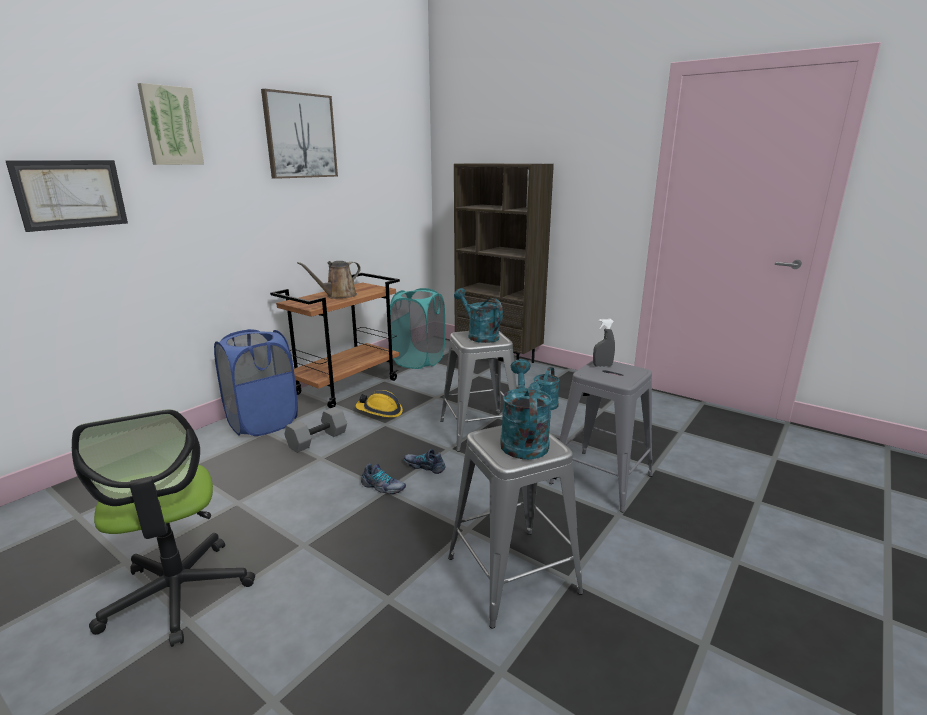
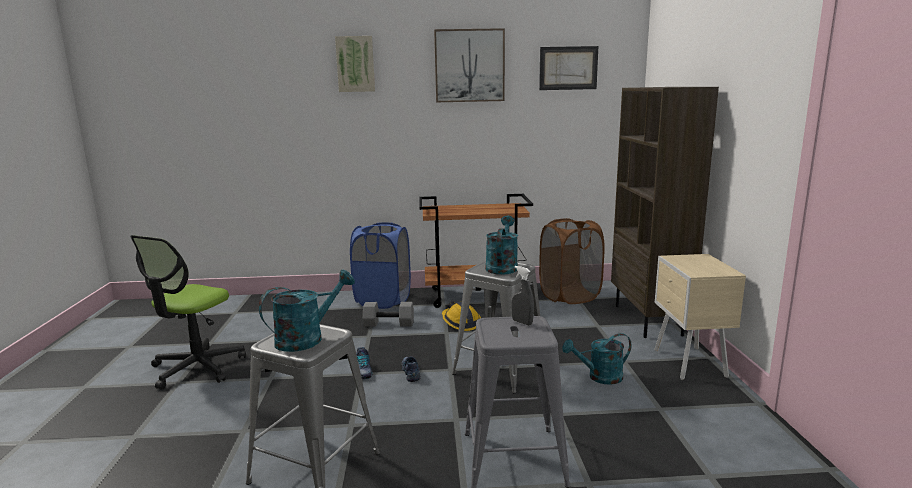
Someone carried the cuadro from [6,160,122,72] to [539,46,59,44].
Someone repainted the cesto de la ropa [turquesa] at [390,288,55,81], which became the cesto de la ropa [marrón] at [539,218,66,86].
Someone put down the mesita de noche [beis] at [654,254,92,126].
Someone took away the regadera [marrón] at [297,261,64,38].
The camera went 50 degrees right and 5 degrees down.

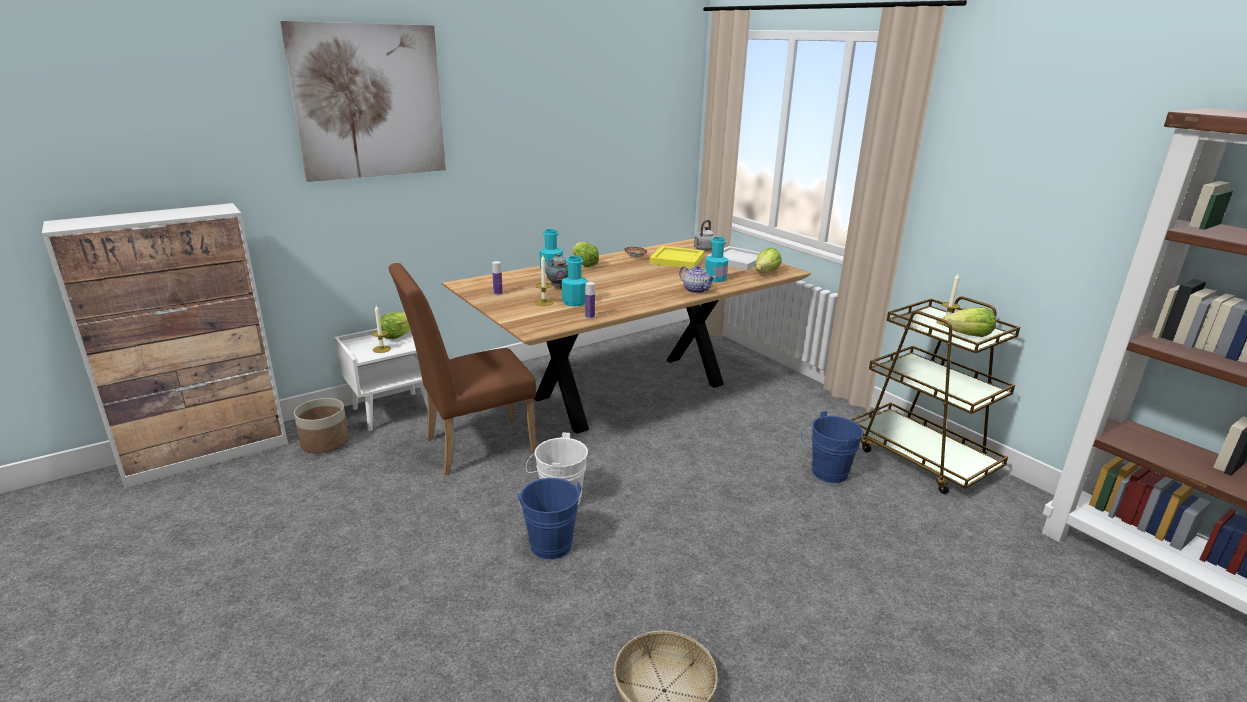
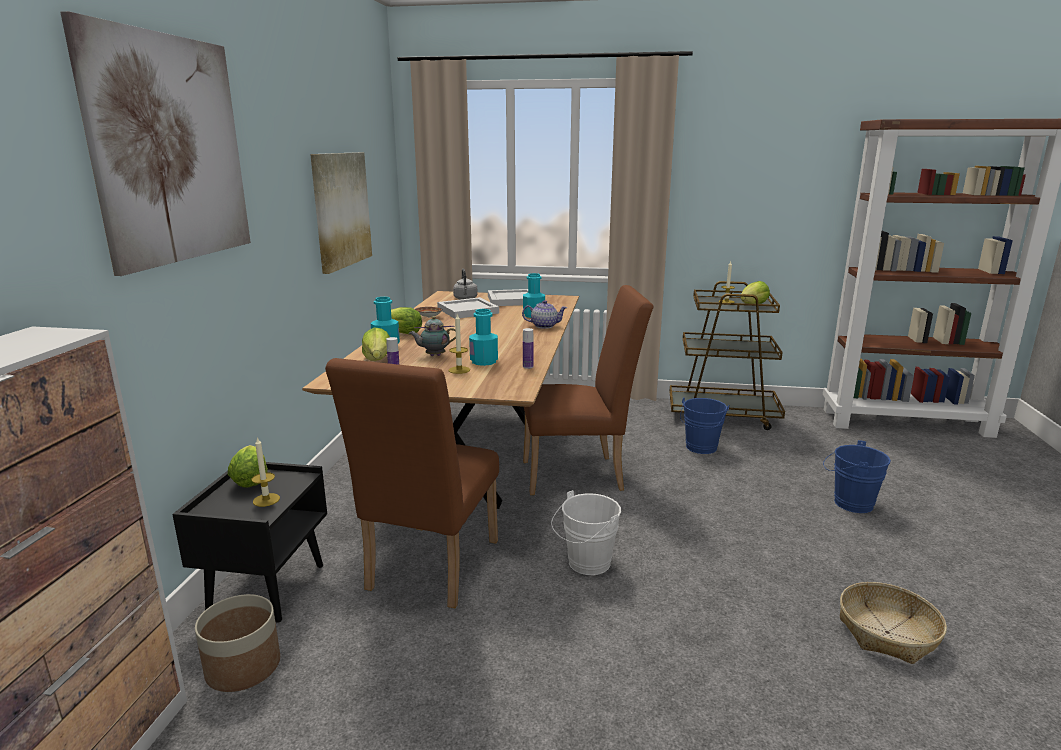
Someone repainted the mesita de noche [blanco] at [334,329,94,102], which became the mesita de noche [negro] at [172,462,155,161].
Someone put up the cuadro at [310,152,62,122].
Someone carried the lechuga from [755,248,27,25] to [362,328,28,33].
Someone repainted the bandeja [amarillo] at [650,246,54,22], which became the bandeja [blanco] at [437,297,62,22].
Someone put down the silla [marrón] at [523,285,130,210].
Someone carried the cubo [azul] from [518,478,63,82] to [823,440,68,73].
The camera went 45 degrees left and 5 degrees down.

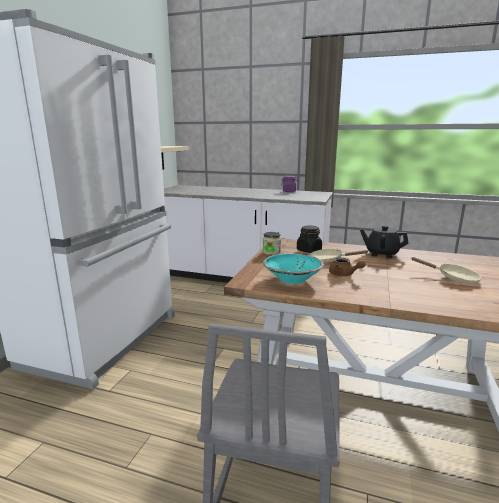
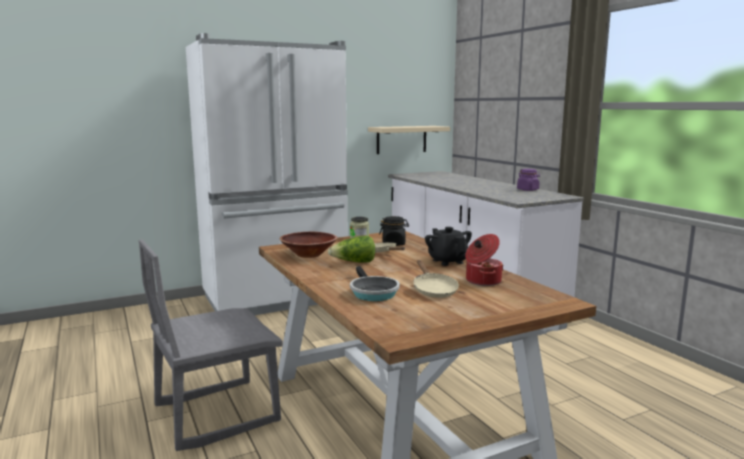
Someone repainted the cuenco [turquesa] at [263,254,61,30], which became the cuenco [marrón] at [279,232,59,26].
Someone swapped the tetera [marrón] at [329,258,37,18] for the lechuga at [328,236,47,26].
Someone put down the sartén at [350,266,50,35].
Someone put down the olla at [465,234,39,52].
The camera went 45 degrees right and 5 degrees down.

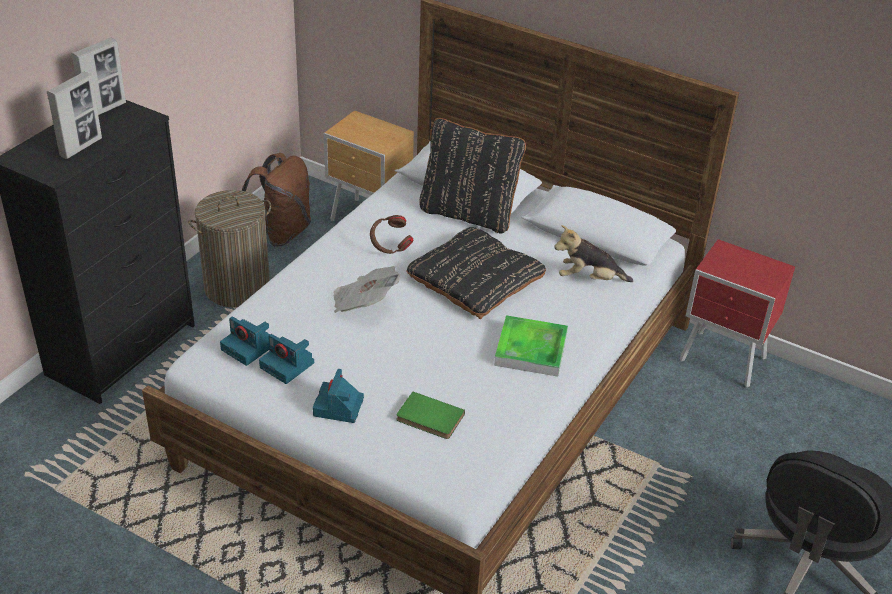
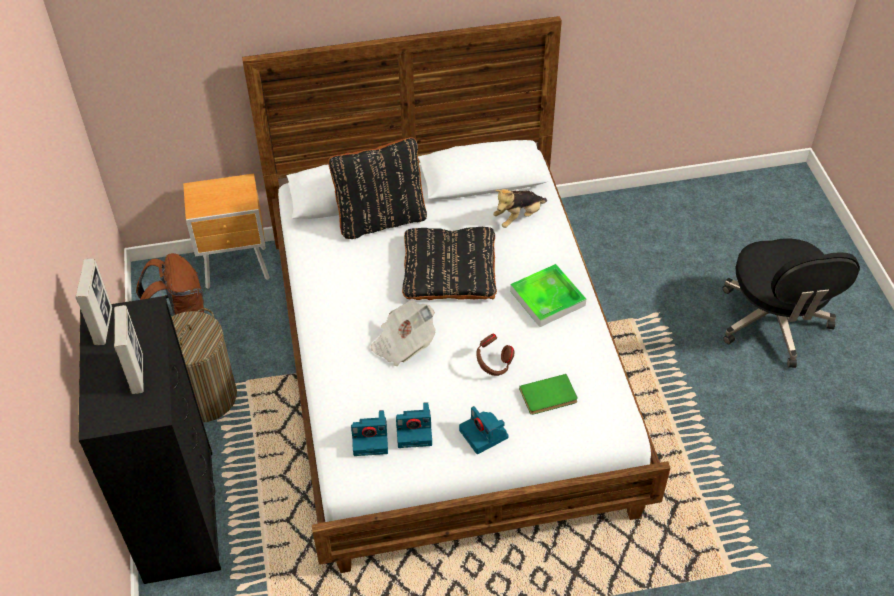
Someone carried the auriculares [marrón] from [370,215,43,39] to [477,333,37,43].
Someone took away the mesita de noche [rojo] at [680,239,115,149].
The camera went 40 degrees left and 10 degrees up.

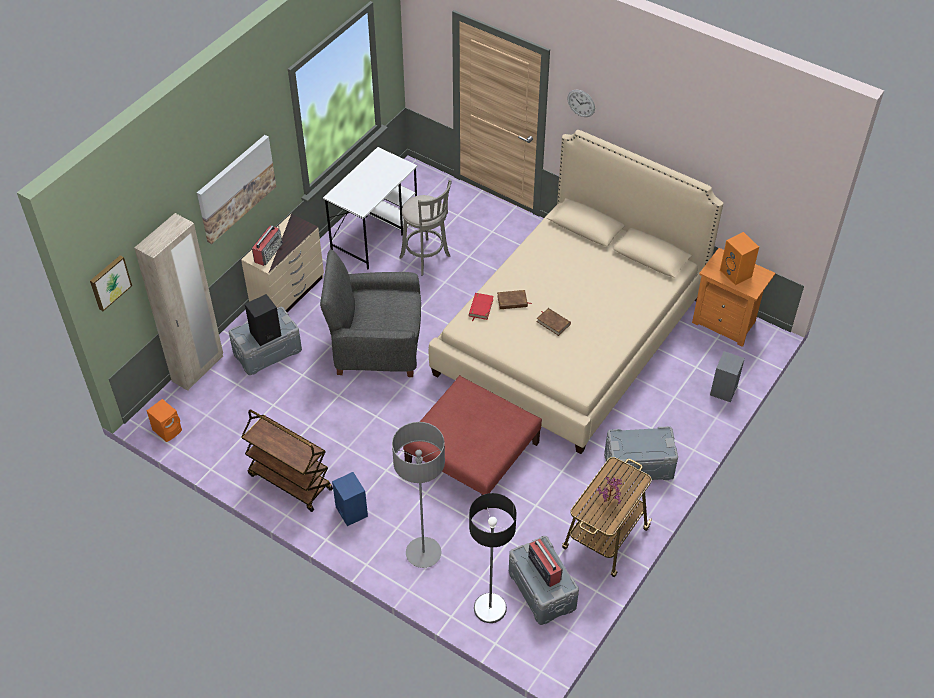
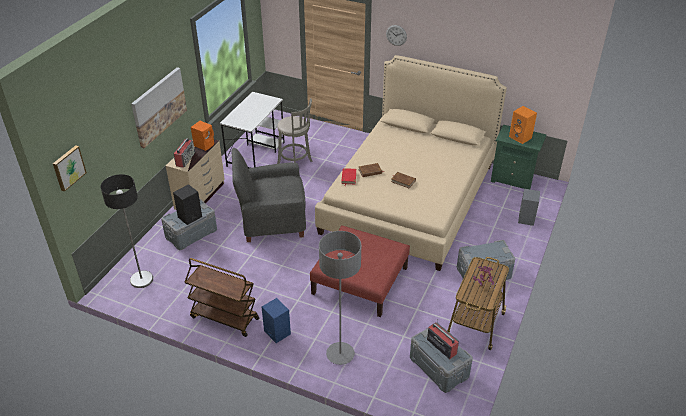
Someone carried the lámpara de pie from [469,493,48,130] to [100,174,53,114].
Someone carried the altavoz [naranja] from [147,399,35,43] to [191,121,23,30].
Someone repainted the mesita de noche [naranja] at [692,248,83,99], which became the mesita de noche [verde] at [491,125,56,64].
Someone took away the armario ropero [beis] at [134,213,89,178].
The camera went 10 degrees left and 10 degrees down.

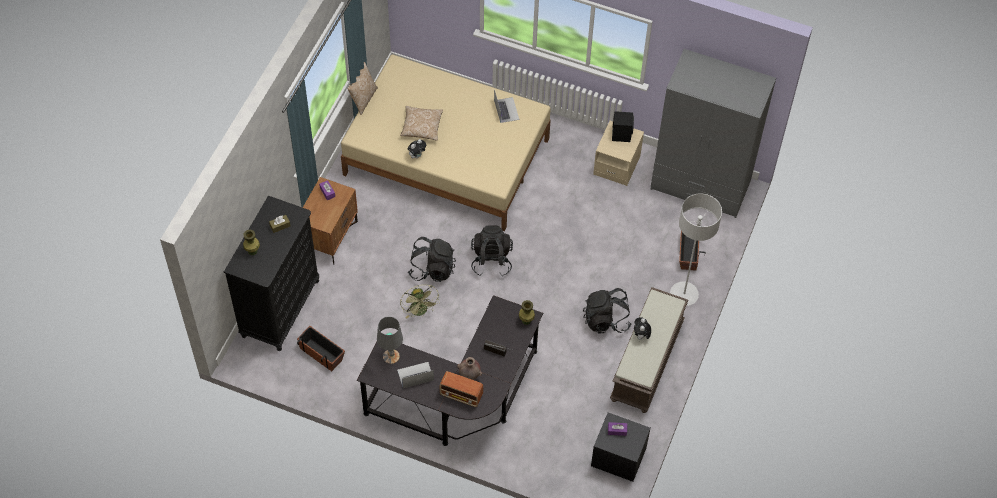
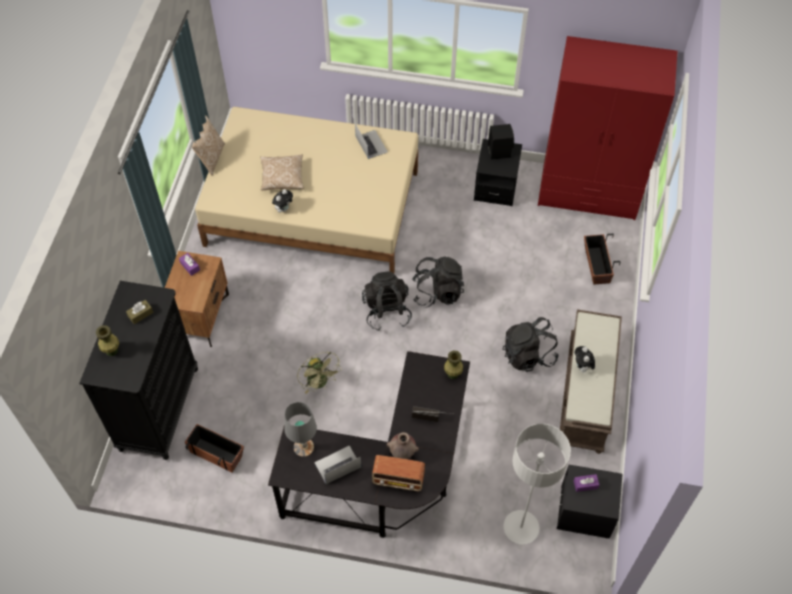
Someone carried the mochila [negro] from [408,237,48,45] to [412,257,52,51].
Someone repainted the mesita de noche [beis] at [593,121,51,65], which became the mesita de noche [negro] at [474,139,48,67].
Someone carried the lámpara de pie [gris] from [670,194,52,112] to [503,423,68,122].
Someone repainted the armario ropero [gris] at [651,49,125,169], which became the armario ropero [rojo] at [538,36,139,184].
The camera went 10 degrees left and 0 degrees up.

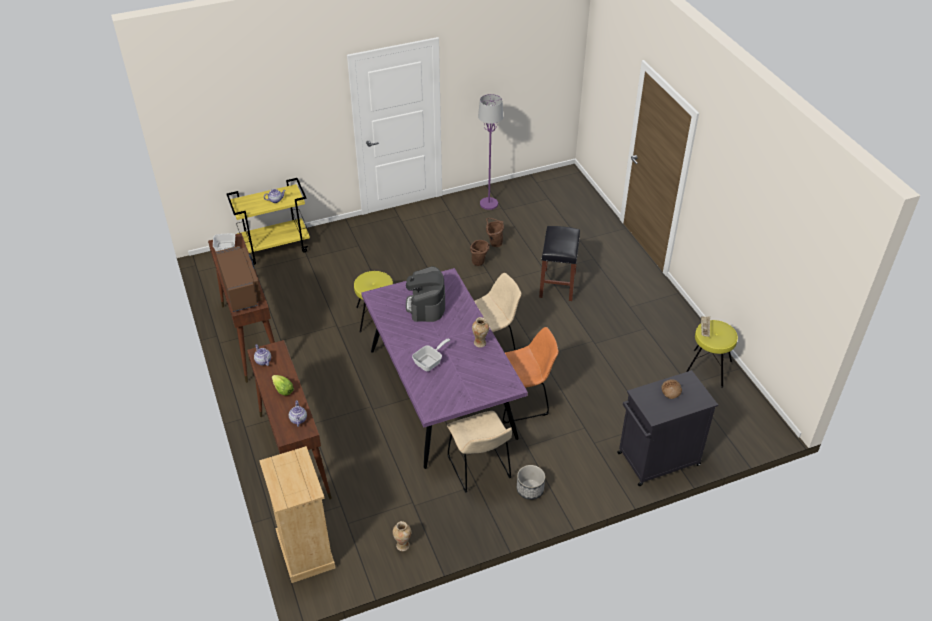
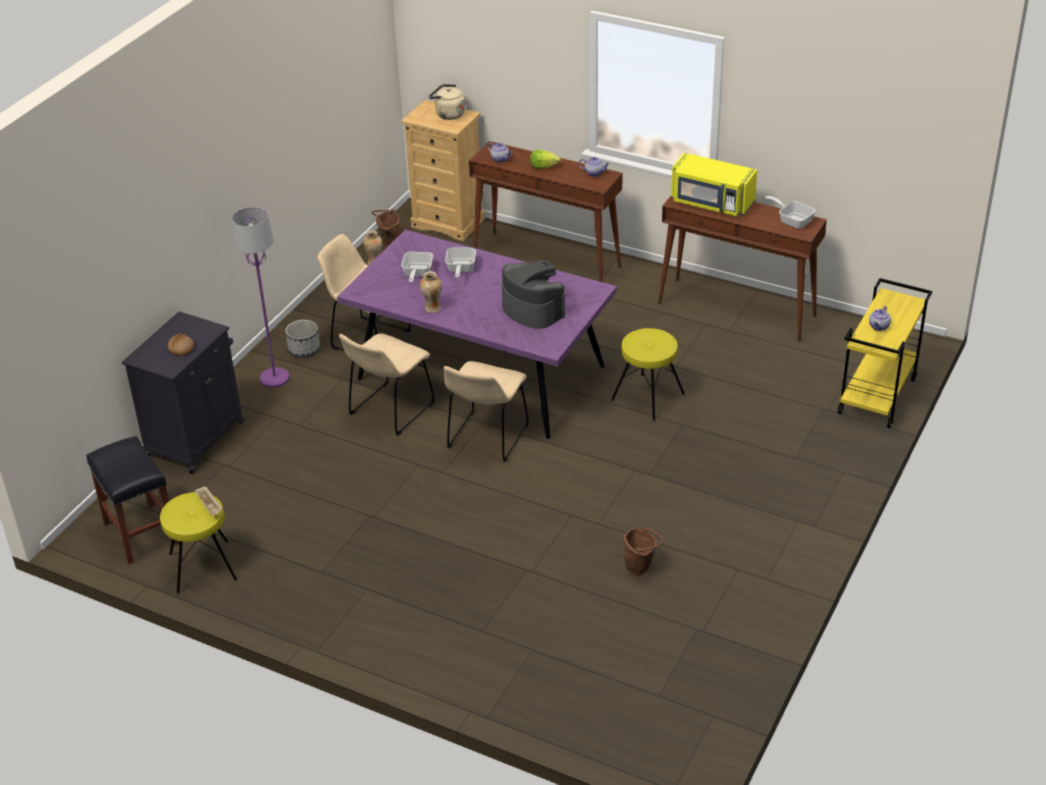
Someone carried the taburete [negro] from [539,226,41,75] to [86,436,93,128].
Someone carried the lámpara de pie [morado] from [478,94,25,116] to [232,207,58,181].
Someone repainted the silla [naranja] at [503,327,56,97], which became the silla [beis] at [339,333,96,102].
Someone carried the cubo [marrón] from [470,240,20,26] to [371,209,30,37].
Someone put down the sartén at [401,252,32,31].
Someone put down the hervidor [beis] at [429,84,36,36].
Someone repainted the microondas [marrón] at [216,246,46,66], which became the microondas [amarillo] at [671,153,86,63].
The camera went 140 degrees right and 5 degrees down.

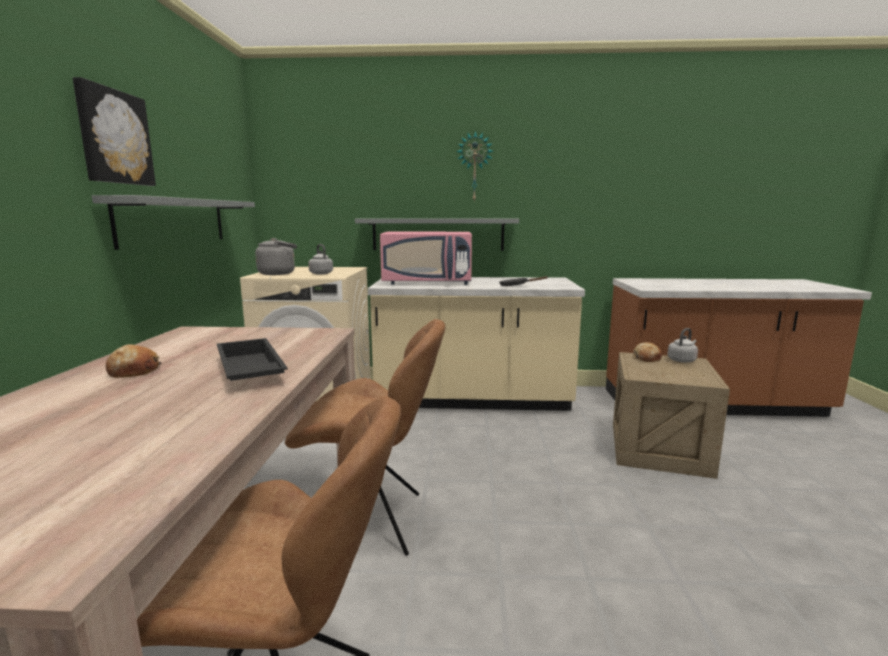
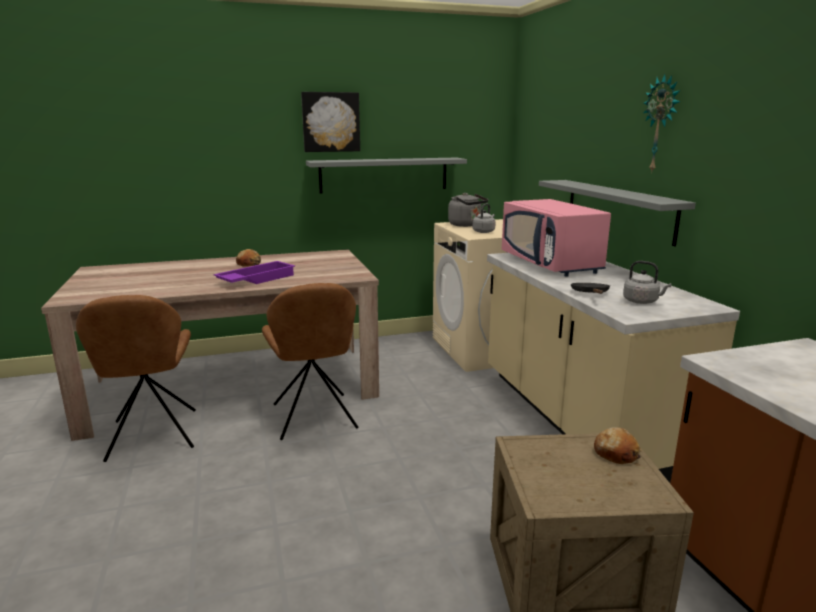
Someone repainted the bandeja [negro] at [217,338,71,43], which became the bandeja [morado] at [213,261,82,23].
Someone carried the hervidor [gris] from [667,328,31,35] to [623,261,48,43].
The camera went 70 degrees right and 5 degrees up.

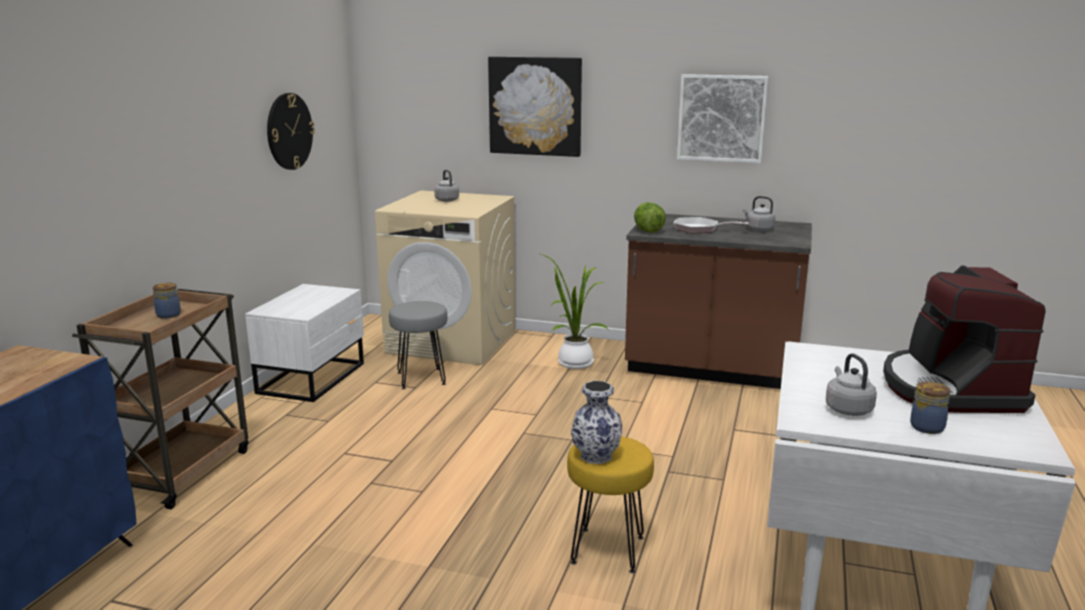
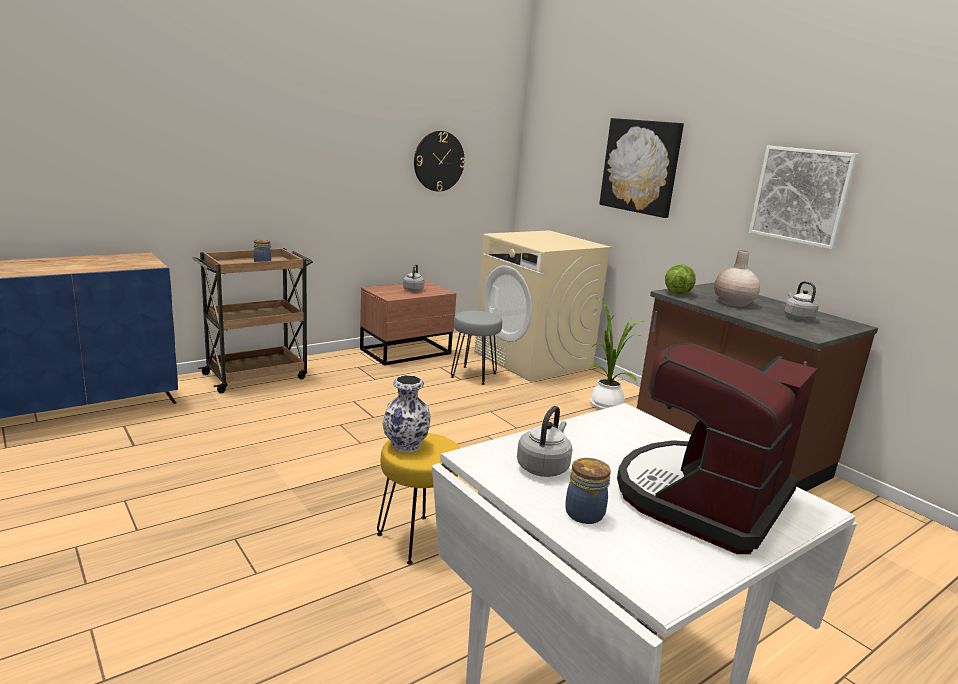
Someone repainted the mesita de noche [blanco] at [245,284,119,118], which became the mesita de noche [marrón] at [360,281,96,85].
Someone carried the hervidor [gris] from [434,170,25,32] to [403,264,21,27].
Someone swapped the sartén at [673,217,76,16] for the florero [beis] at [714,250,46,57].
The camera went 35 degrees right and 0 degrees up.

